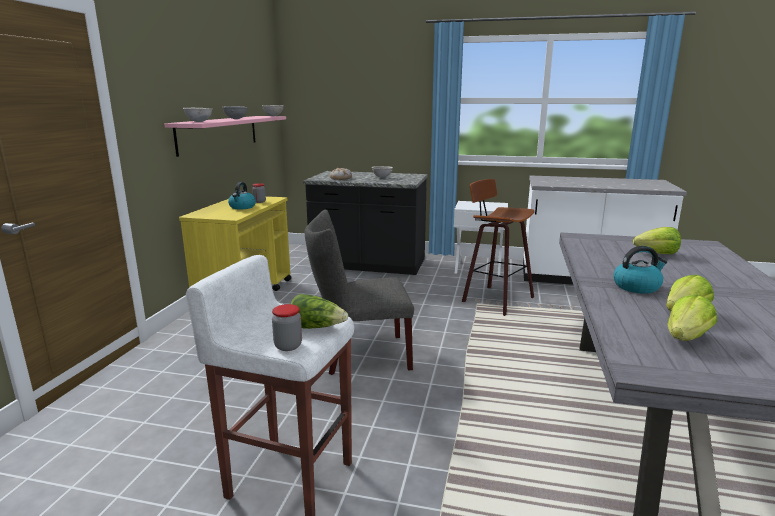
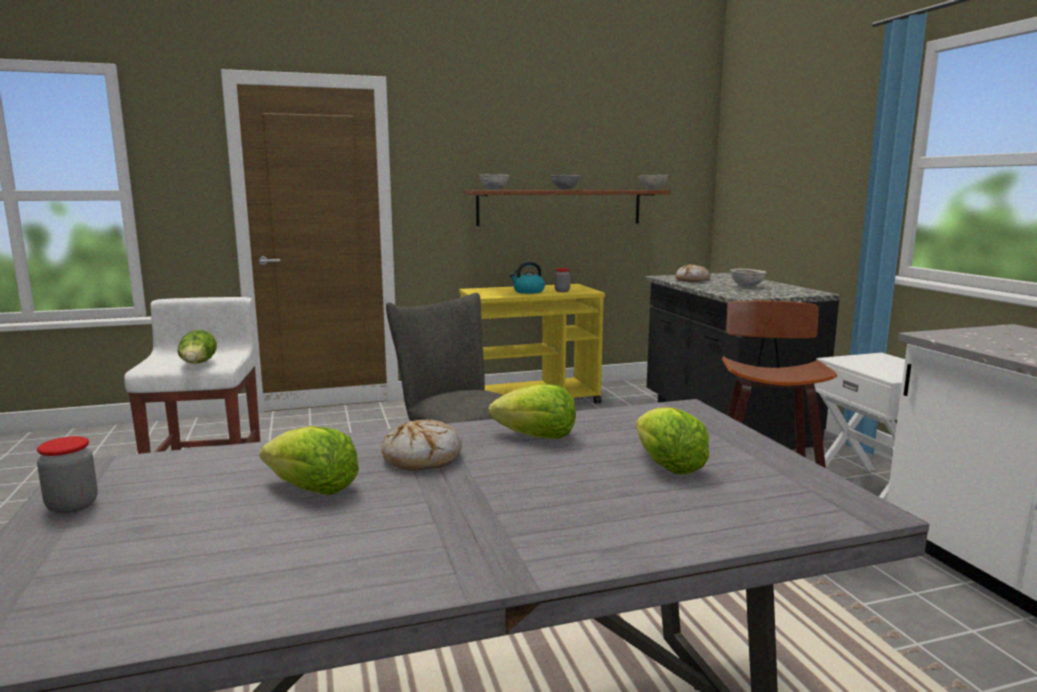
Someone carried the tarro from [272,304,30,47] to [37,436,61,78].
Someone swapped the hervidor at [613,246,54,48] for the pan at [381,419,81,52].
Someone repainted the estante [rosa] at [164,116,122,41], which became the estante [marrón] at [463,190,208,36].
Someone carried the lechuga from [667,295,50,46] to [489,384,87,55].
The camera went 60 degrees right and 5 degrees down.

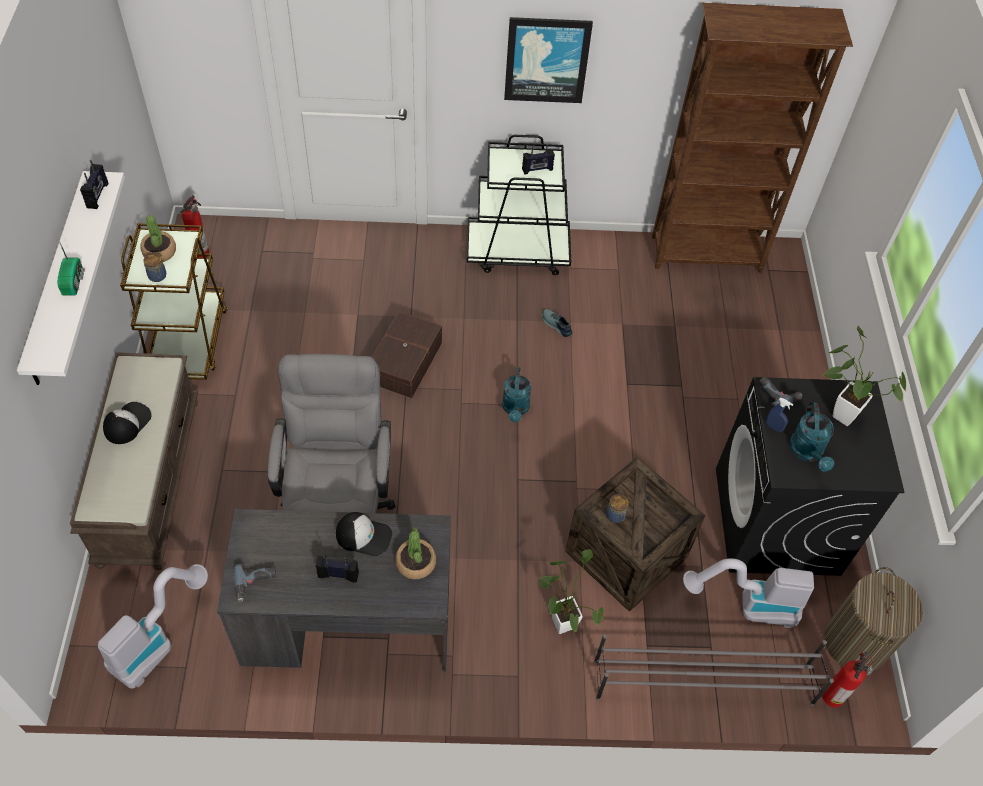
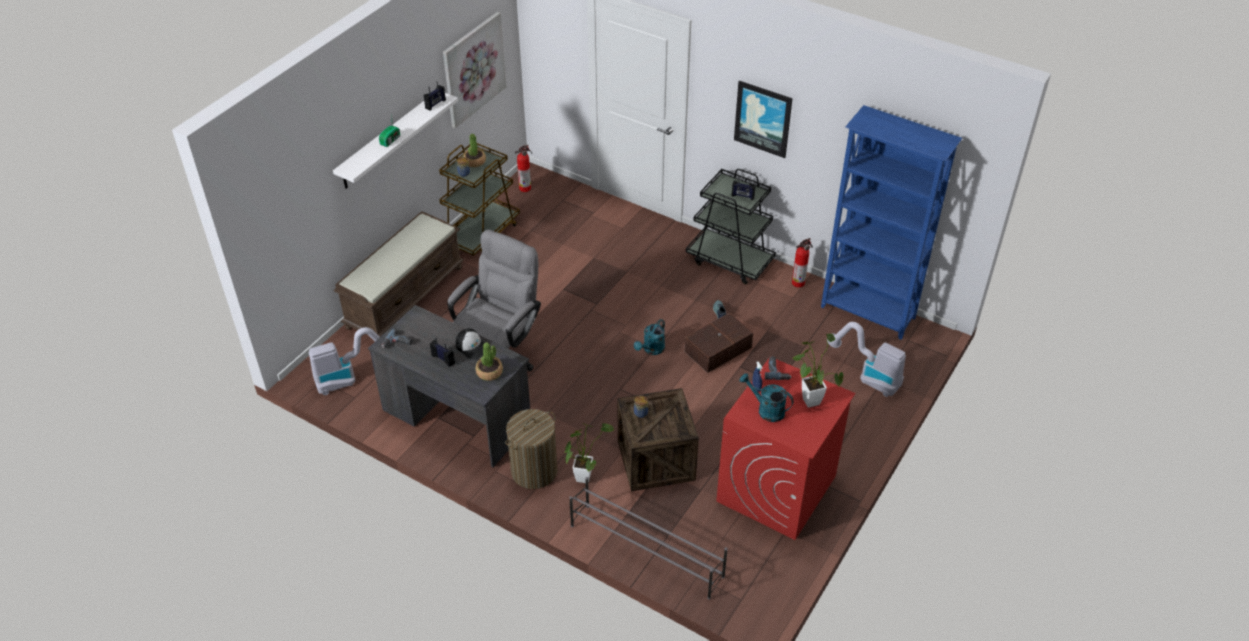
Someone put up the cuadro at [443,12,64,116].
Someone carried the cesto de la ropa from [824,567,99,105] to [505,409,52,80].
Someone carried the caja de almacenaje [marrón] from [372,311,70,87] to [685,312,68,61].
Someone repainted the lavadora [negro] at [716,377,188,199], which became the lavadora [rojo] at [716,357,139,183].
Someone rotated the regadera [turquesa] at [789,402,45,70] by 90 degrees clockwise.
Someone carried the extintor from [822,651,51,57] to [792,238,21,50].
Someone repainted the estantería [marrón] at [652,3,201,270], which became the estantería [azul] at [821,105,141,235].
Someone carried the aspiradora from [683,558,131,70] to [827,322,79,75].
Someone took away the gorra at [103,402,48,42].
The camera went 35 degrees right and 10 degrees down.

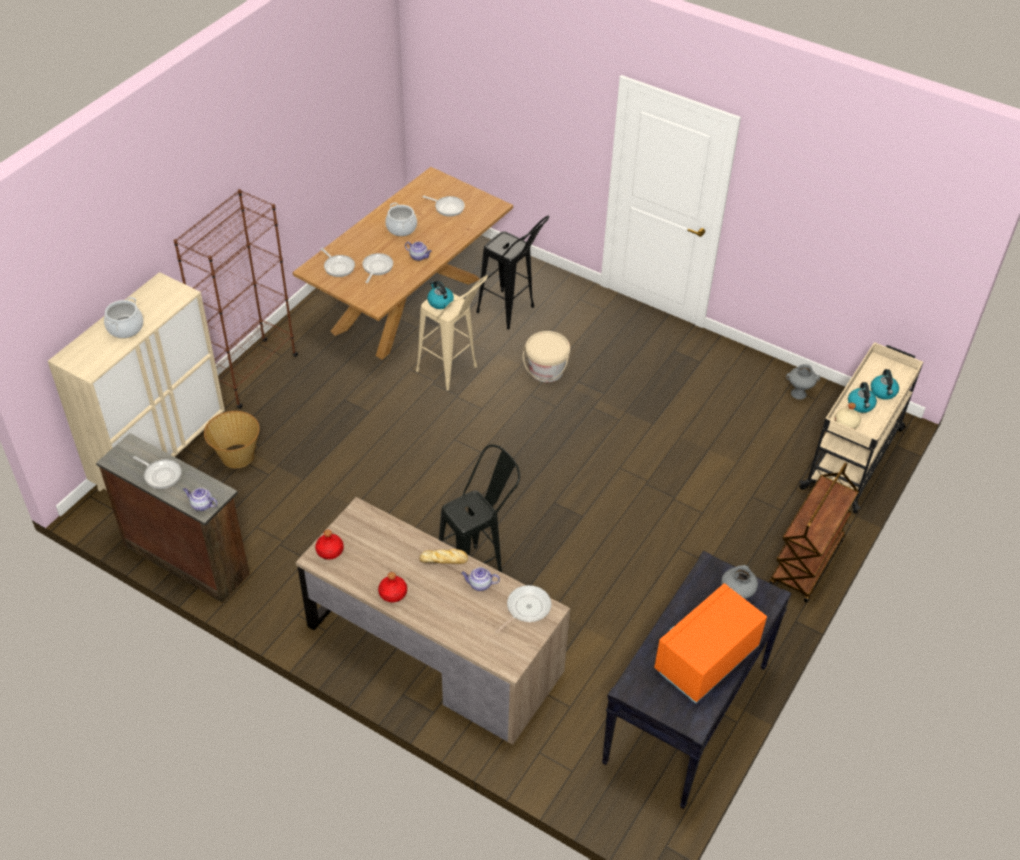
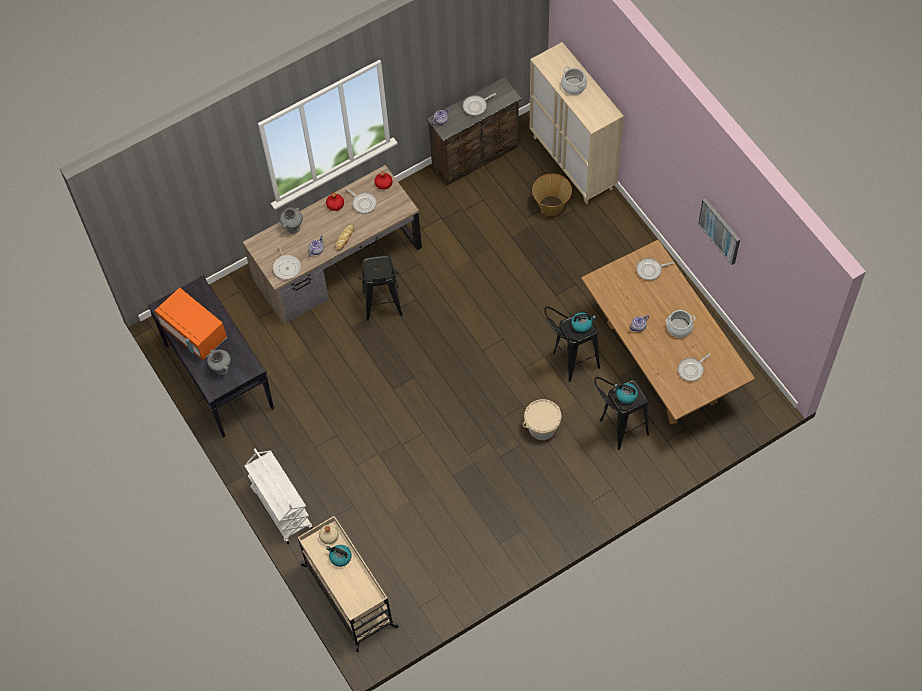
Someone rotated the microondas [naranja] at [654,583,113,121] by 150 degrees clockwise.
Someone repainted the carrito [marrón] at [769,462,90,140], which became the carrito [blanco] at [244,448,69,96].
Someone carried the florero [gris] from [786,364,34,36] to [280,208,23,26].
Someone carried the sartén from [362,253,31,30] to [346,188,31,26].
Someone repainted the taburete [beis] at [416,275,72,115], which became the taburete [negro] at [544,306,56,76].
Someone carried the hervidor from [871,369,28,31] to [614,383,24,21].
Someone put up the cuadro at [698,198,42,67].
Someone took away the estantería [marrón] at [174,189,124,220].
The camera went 120 degrees right and 15 degrees up.

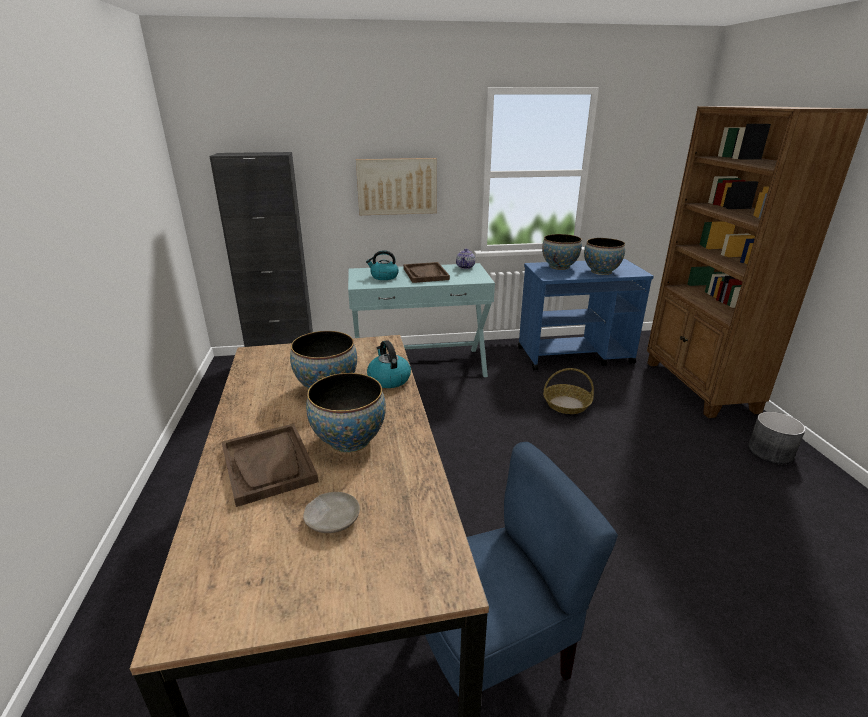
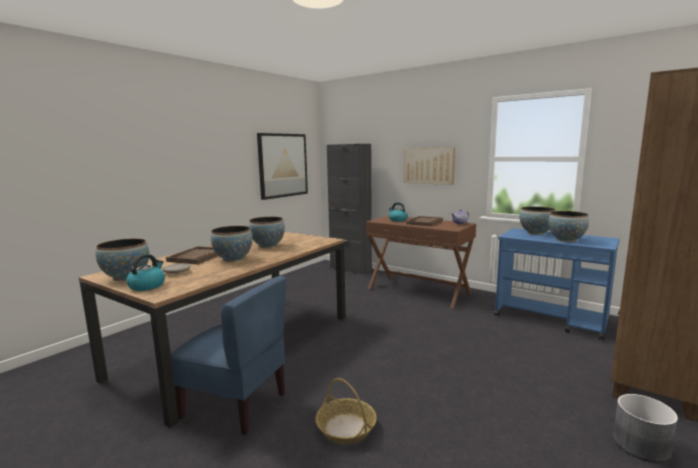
Someone put down the cuenco at [96,238,53,43].
Someone carried the hervidor from [367,340,44,48] to [126,254,39,37].
Someone put up the cuadro at [257,133,51,67].
Someone carried the cesta from [543,368,51,46] to [315,378,62,66].
Someone repainted the mesa consola [turquesa] at [348,263,147,114], which became the mesa consola [marrón] at [366,216,110,92].
The camera went 45 degrees right and 15 degrees down.

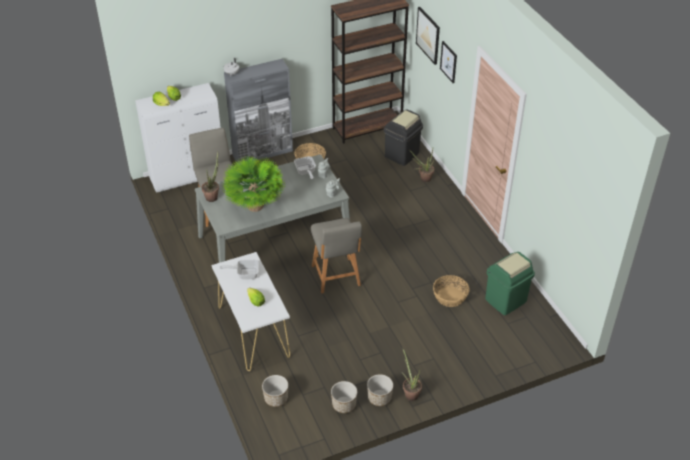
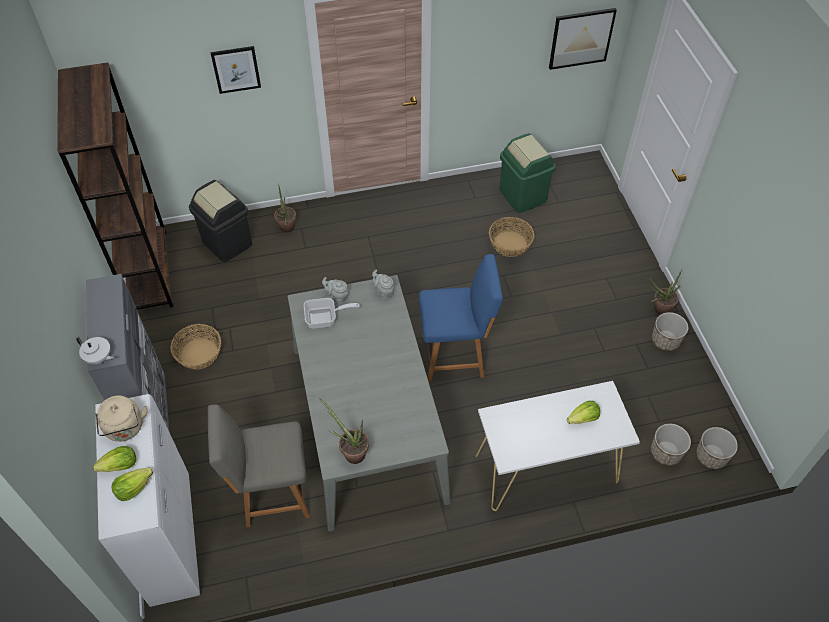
Someone put down the hervidor [beis] at [95,395,53,47].
Someone repainted the silla [gris] at [311,218,51,76], which became the silla [azul] at [419,254,84,128].
Someone carried the cuadro from [416,7,24,58] to [549,8,68,62].
Someone carried the maceta from [331,381,26,32] to [696,427,42,42].
Someone took away the sartén at [220,260,39,19].
Someone took away the planta en maceta at [222,155,63,57].
The camera went 80 degrees left and 10 degrees up.

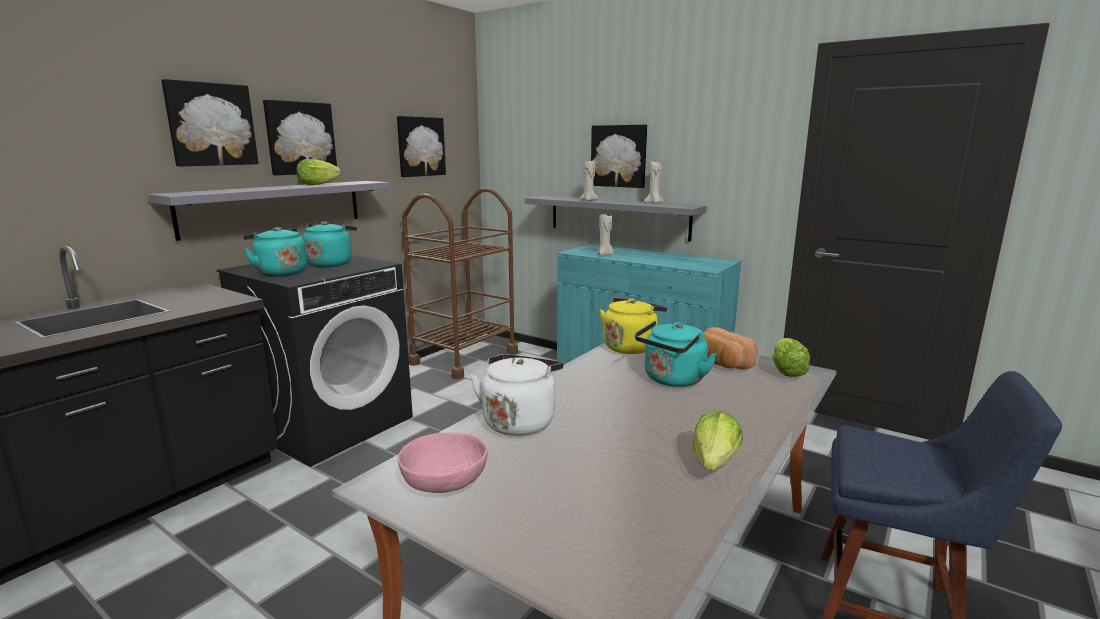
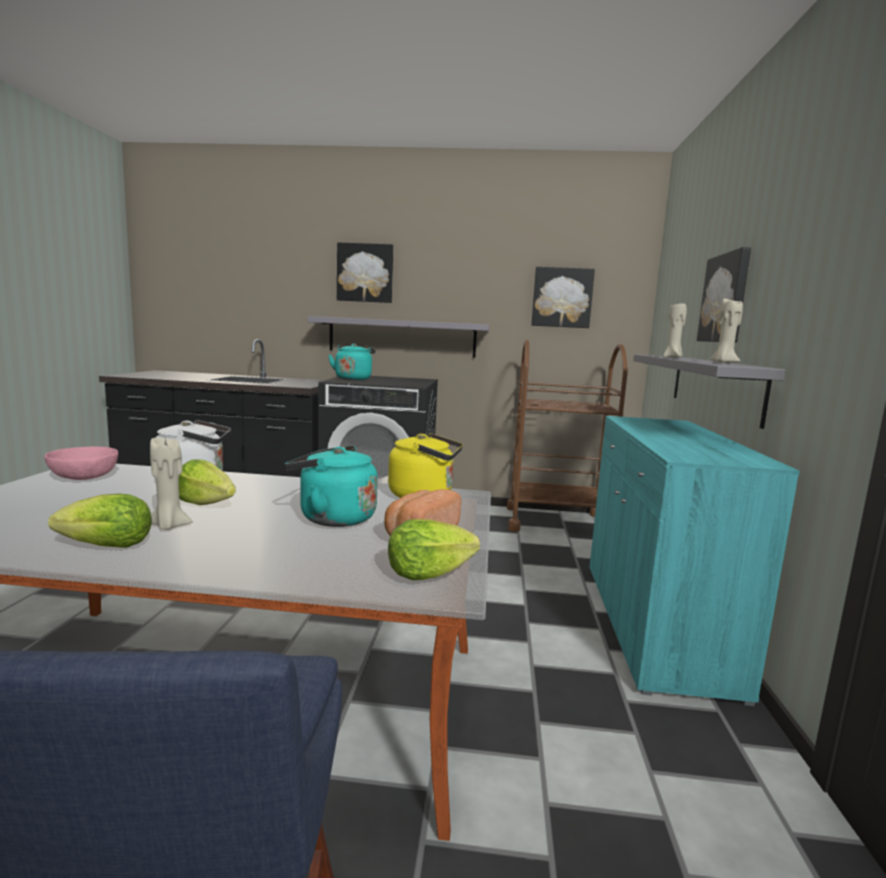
Someone carried the vela [beis] from [598,214,16,41] to [150,437,43,93].
Someone carried the lechuga from [296,159,45,26] to [179,460,57,45].
Someone took away the cuadro at [263,100,74,75].
Someone took away the hervidor [turquesa] at [299,221,58,46].
The camera went 60 degrees right and 5 degrees down.

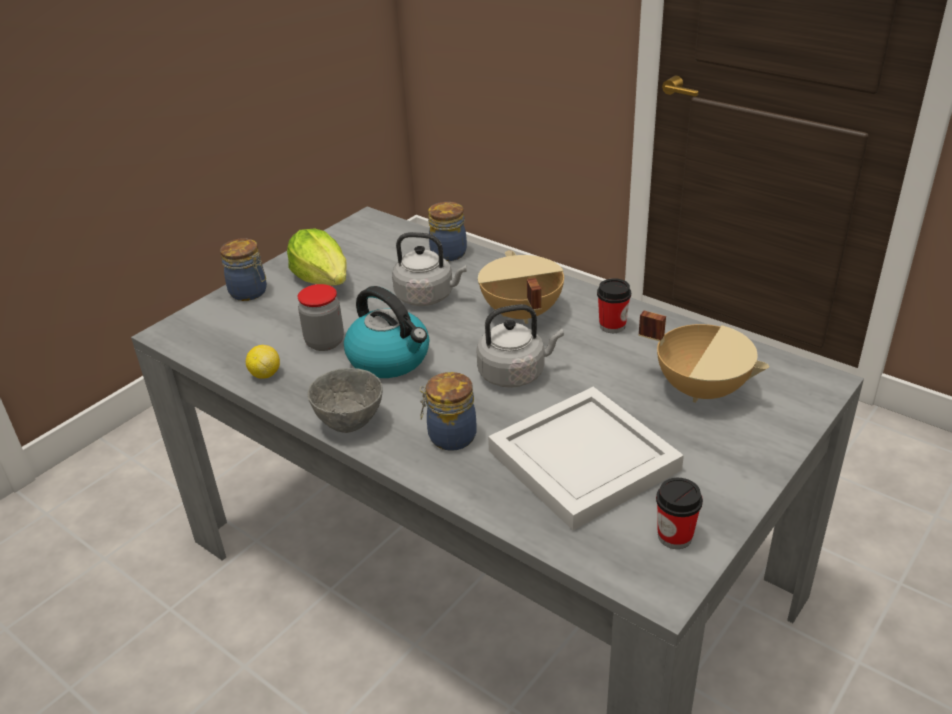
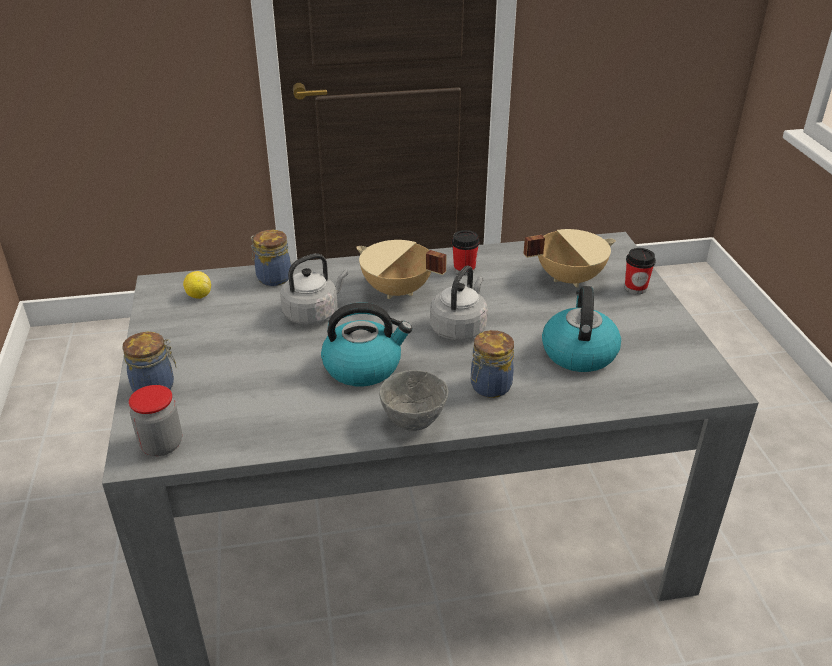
Someone carried the tarro from [298,284,46,67] to [129,385,53,71].
Someone carried the limón from [246,345,34,34] to [183,271,28,28].
Someone swapped the bandeja [blanco] at [488,387,196,143] for the hervidor at [542,286,79,86].
Someone carried the taza from [656,478,47,71] to [625,248,31,46].
Someone took away the lechuga at [287,229,60,56].
The camera went 50 degrees left and 0 degrees up.

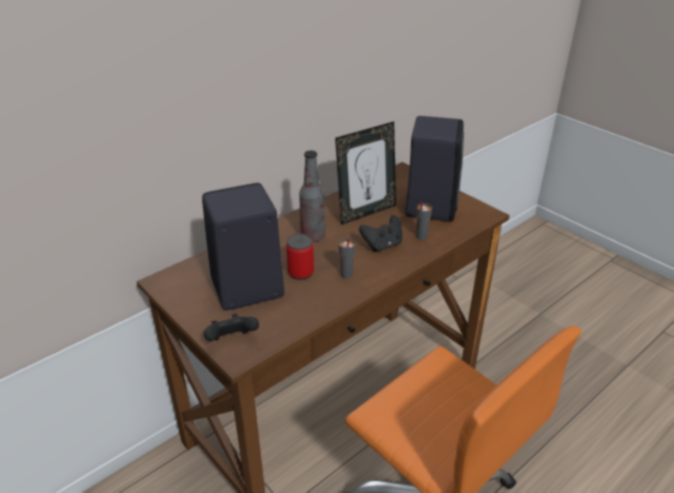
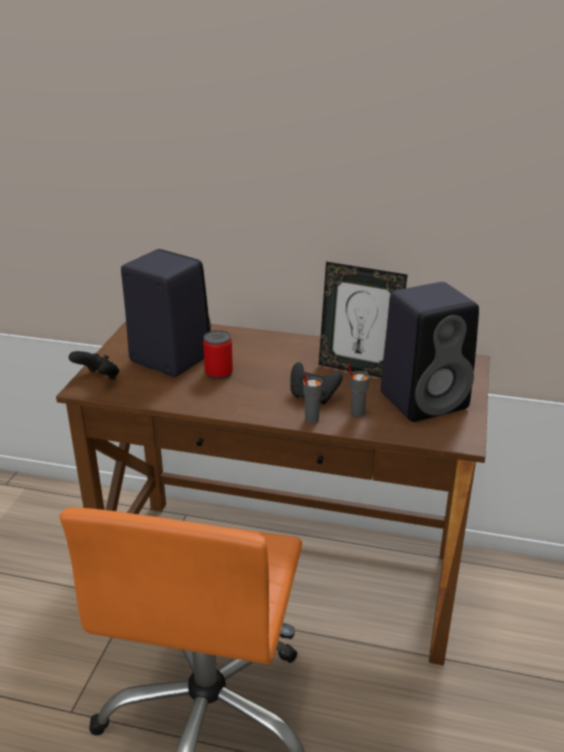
Someone carried the taza [gris] from [339,238,16,40] to [303,372,20,52].
Someone took away the botella at [299,150,26,92].
The camera went 55 degrees right and 5 degrees down.

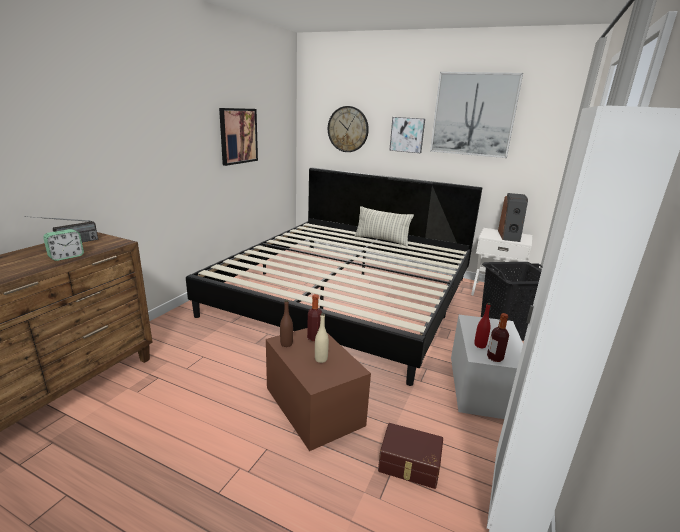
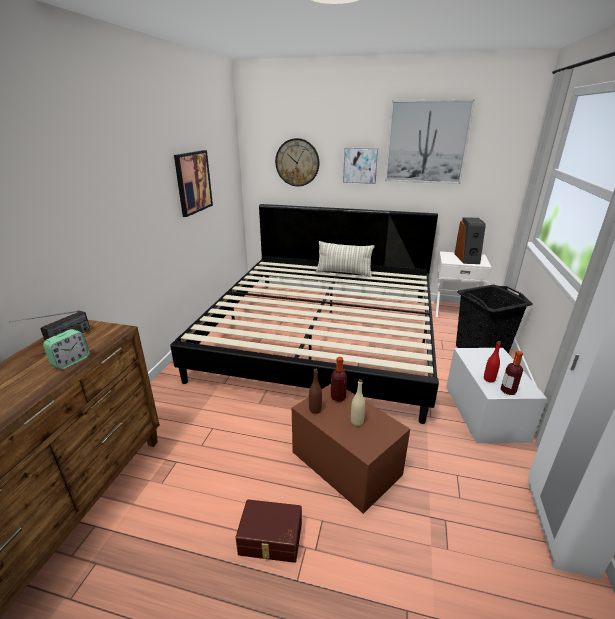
Someone carried the caja de almacenaje [marrón] from [378,423,65,66] to [235,500,67,63].
The camera went 10 degrees left and 5 degrees up.

